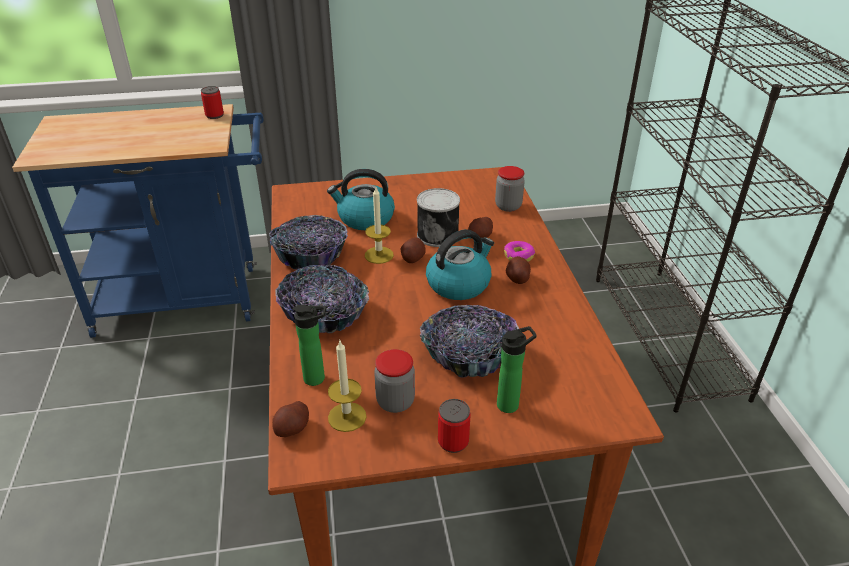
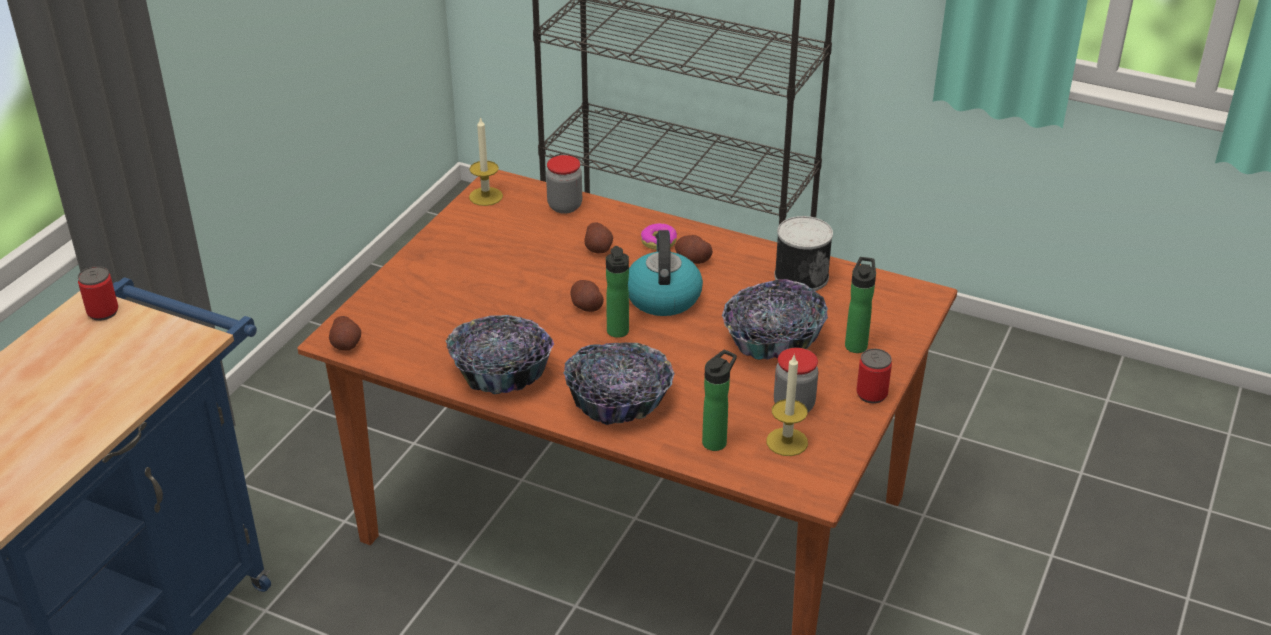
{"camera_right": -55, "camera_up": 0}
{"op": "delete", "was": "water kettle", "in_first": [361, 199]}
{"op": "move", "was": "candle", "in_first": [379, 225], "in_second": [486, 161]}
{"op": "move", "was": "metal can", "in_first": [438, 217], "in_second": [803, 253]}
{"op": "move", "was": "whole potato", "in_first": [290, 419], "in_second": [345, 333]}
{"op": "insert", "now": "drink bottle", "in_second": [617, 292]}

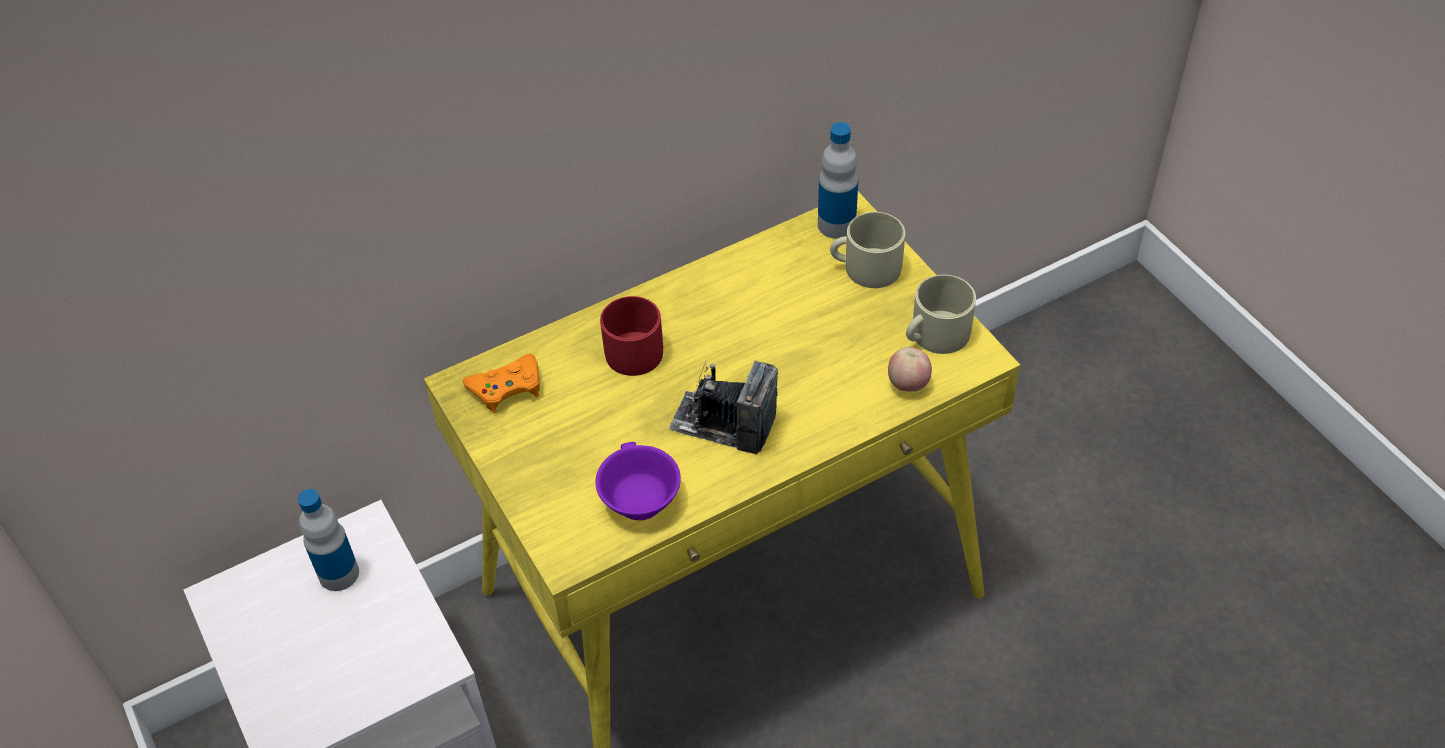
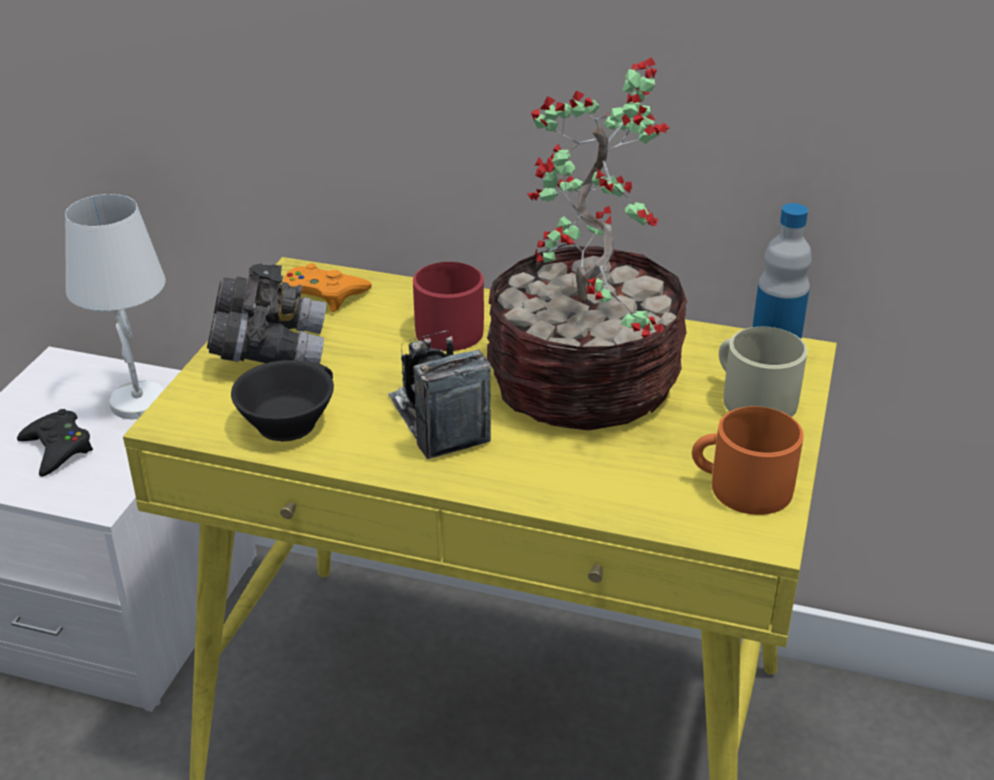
{"camera_right": 45, "camera_up": -15}
{"op": "recolor", "was": "tea mug/beige", "now": "tea mug/orange-coloured", "in_first": [941, 314], "in_second": [748, 460]}
{"op": "delete", "was": "apple fruit", "in_first": [910, 369]}
{"op": "recolor", "was": "small cup/purplish", "now": "small cup/black-coloured", "in_first": [638, 481], "in_second": [282, 400]}
{"op": "replace", "was": "drink bottle", "now": "table lamp/white", "in_first": [328, 540], "in_second": [115, 306]}
{"op": "insert", "now": "potted plant", "in_second": [587, 243]}
{"op": "insert", "now": "pair of binoculars/gray", "in_second": [266, 313]}
{"op": "insert", "now": "game controller/black-coloured", "in_second": [55, 443]}

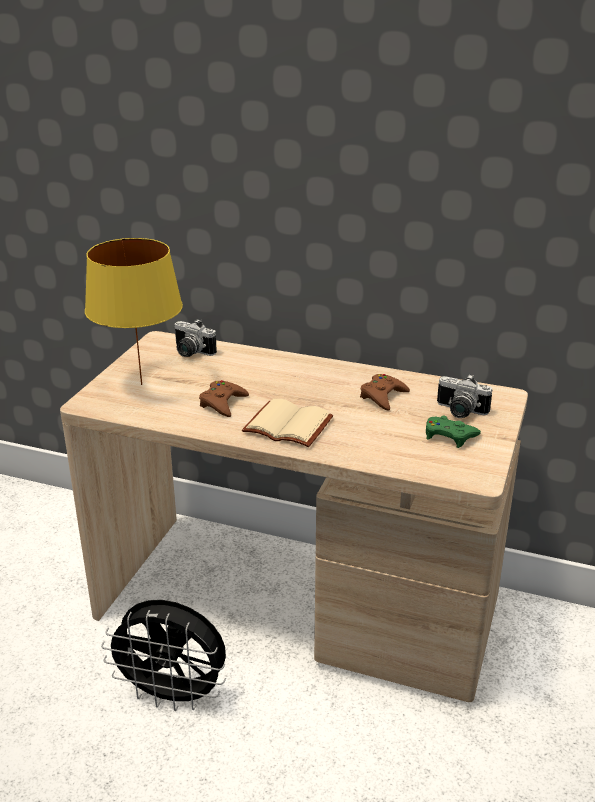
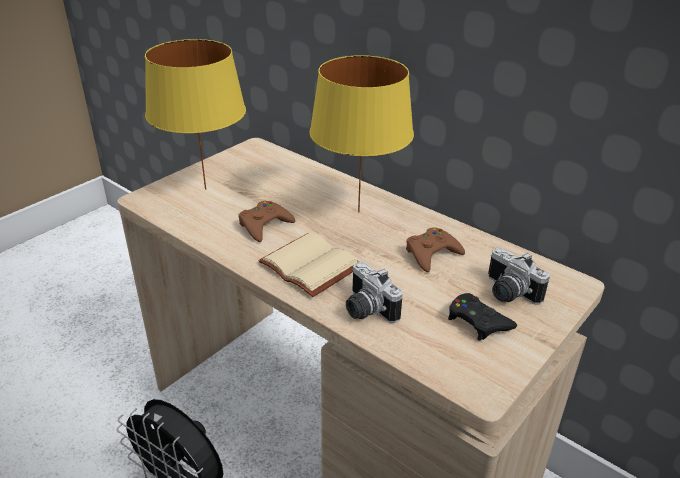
{"camera_right": 20, "camera_up": 5}
{"op": "move", "was": "photo camera", "in_first": [195, 338], "in_second": [374, 292]}
{"op": "recolor", "was": "game controller/green-coloured", "now": "game controller/black-coloured", "in_first": [453, 432], "in_second": [482, 317]}
{"op": "insert", "now": "table lamp/yellow", "in_second": [361, 133]}

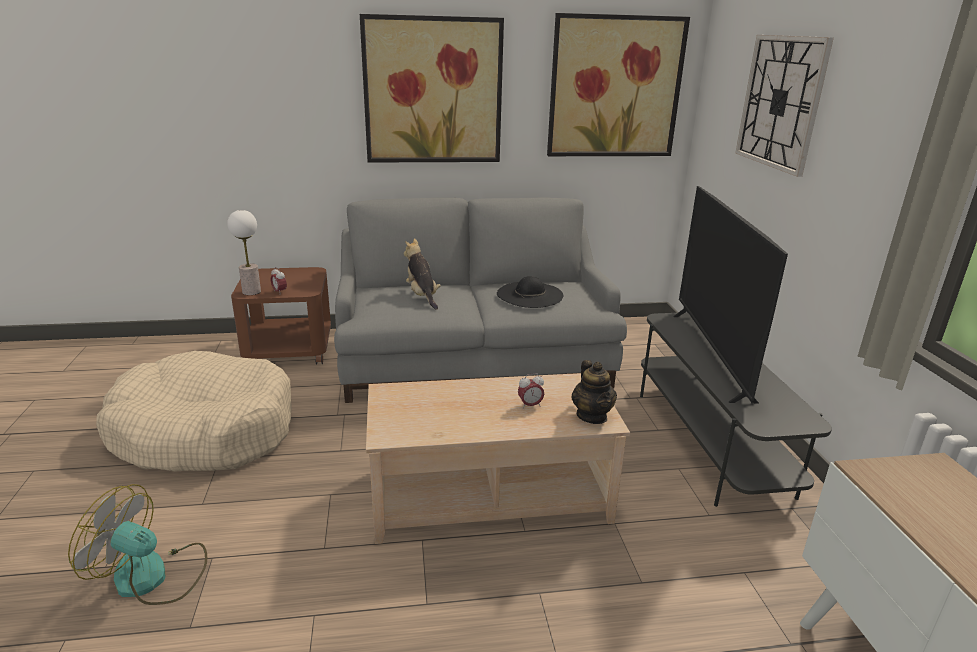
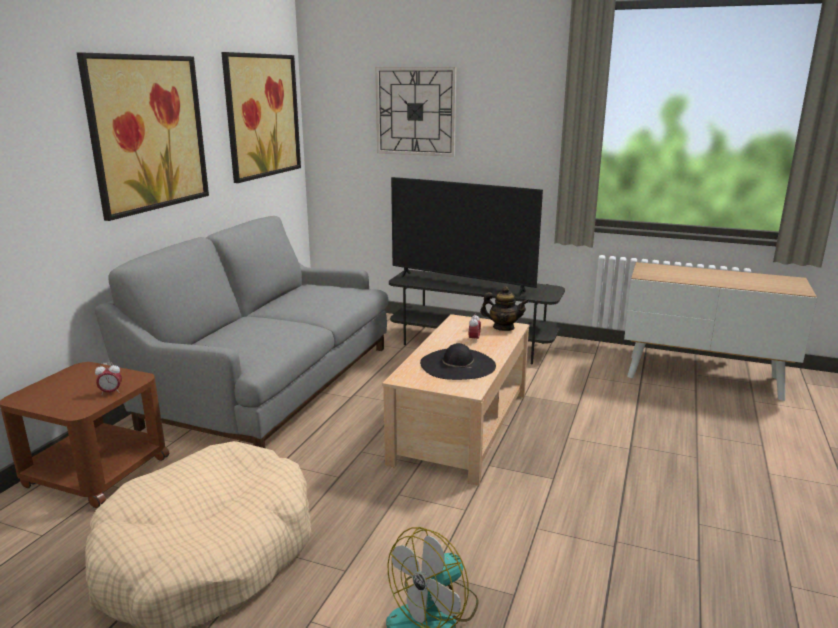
{"camera_right": -60, "camera_up": -5}
{"op": "delete", "was": "table lamp", "in_first": [244, 252]}
{"op": "delete", "was": "cuddly toy", "in_first": [422, 274]}
{"op": "move", "was": "hat/black-coloured", "in_first": [530, 292], "in_second": [458, 361]}

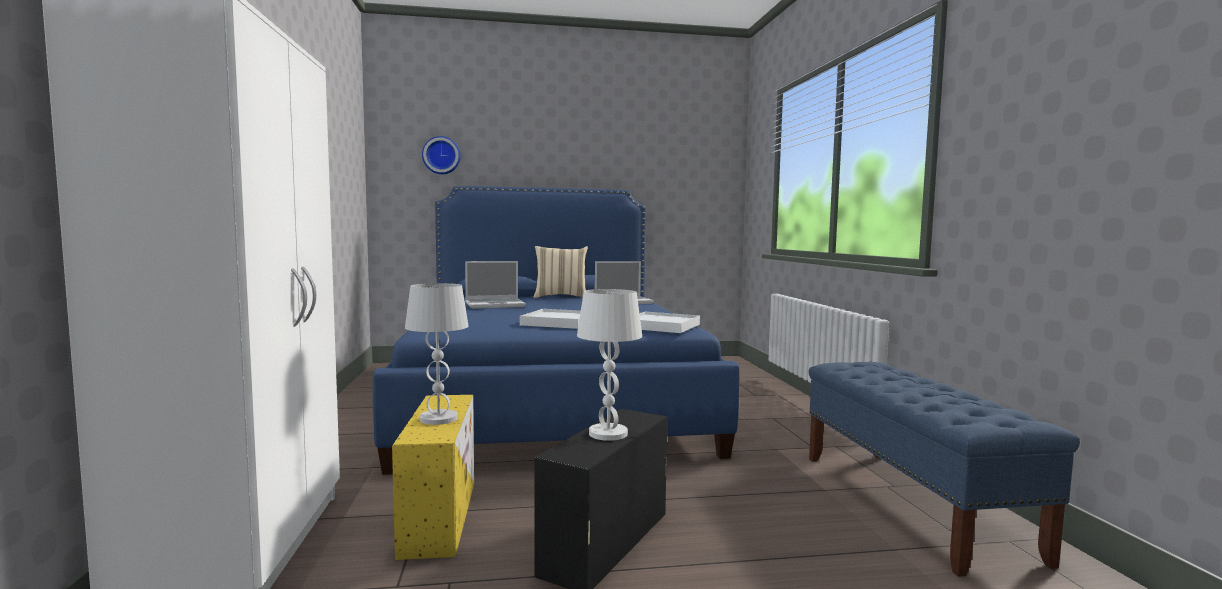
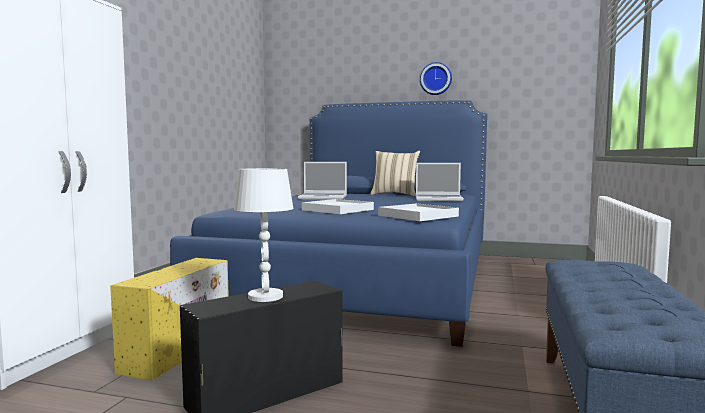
{"camera_right": 25, "camera_up": 0}
{"op": "move", "was": "hanging clock", "in_first": [441, 155], "in_second": [436, 78]}
{"op": "delete", "was": "table lamp/white", "in_first": [437, 354]}

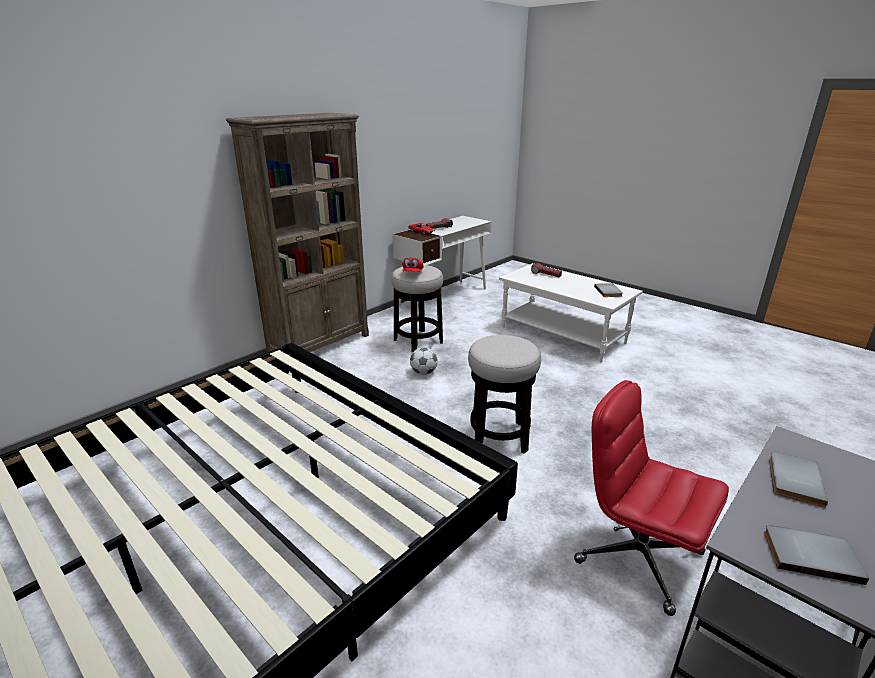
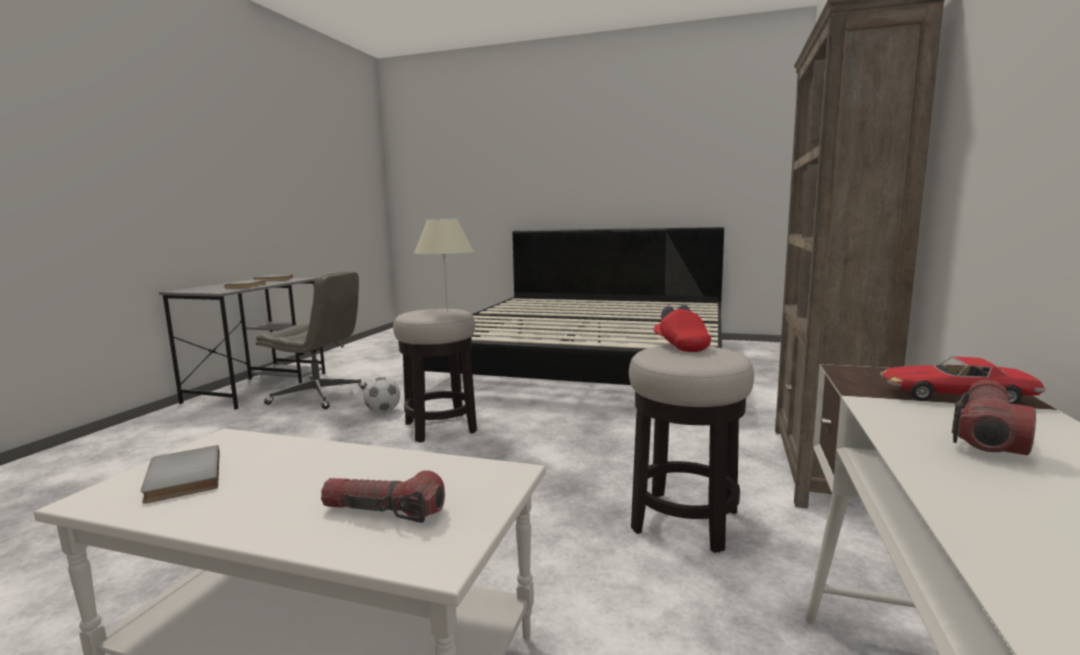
{"camera_right": 155, "camera_up": -15}
{"op": "move", "was": "football", "in_first": [424, 361], "in_second": [381, 395]}
{"op": "recolor", "was": "desk chair/reddish", "now": "desk chair/gray", "in_first": [651, 498], "in_second": [311, 340]}
{"op": "insert", "now": "table lamp/beige", "in_second": [444, 265]}

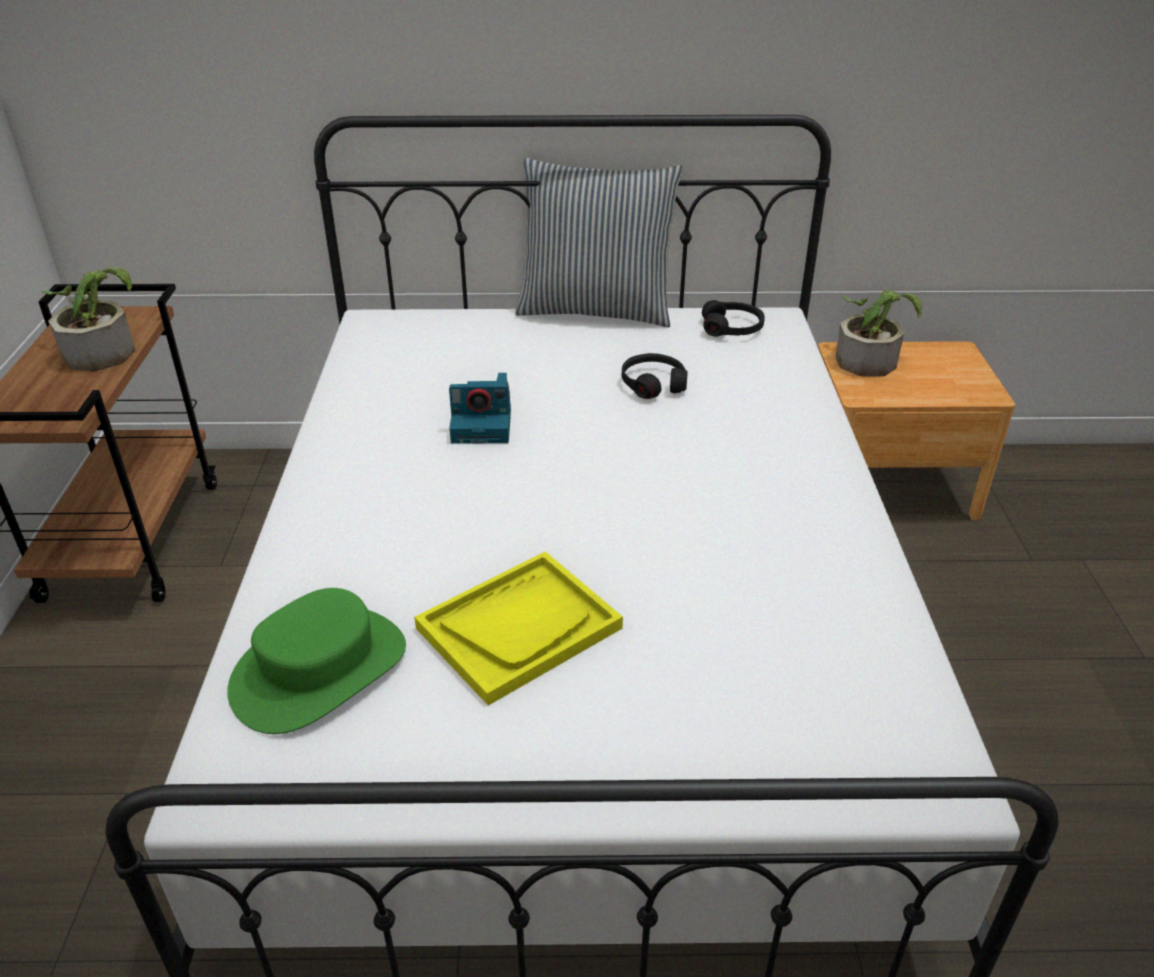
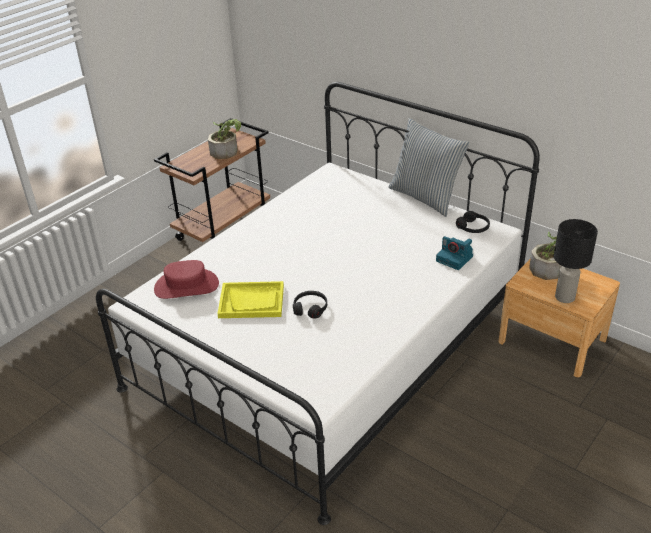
{"camera_right": 40, "camera_up": 0}
{"op": "move", "was": "pair of headphones/black-coloured", "in_first": [655, 376], "in_second": [310, 305]}
{"op": "move", "was": "photo camera", "in_first": [480, 408], "in_second": [454, 253]}
{"op": "recolor", "was": "hat/green-coloured", "now": "hat/reddish", "in_first": [316, 661], "in_second": [186, 279]}
{"op": "insert", "now": "table lamp/black-coloured", "in_second": [576, 261]}

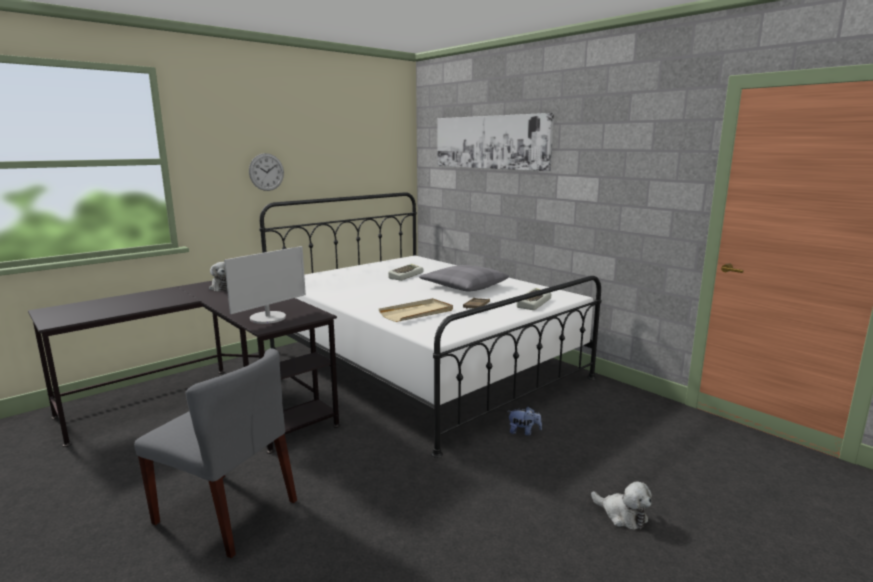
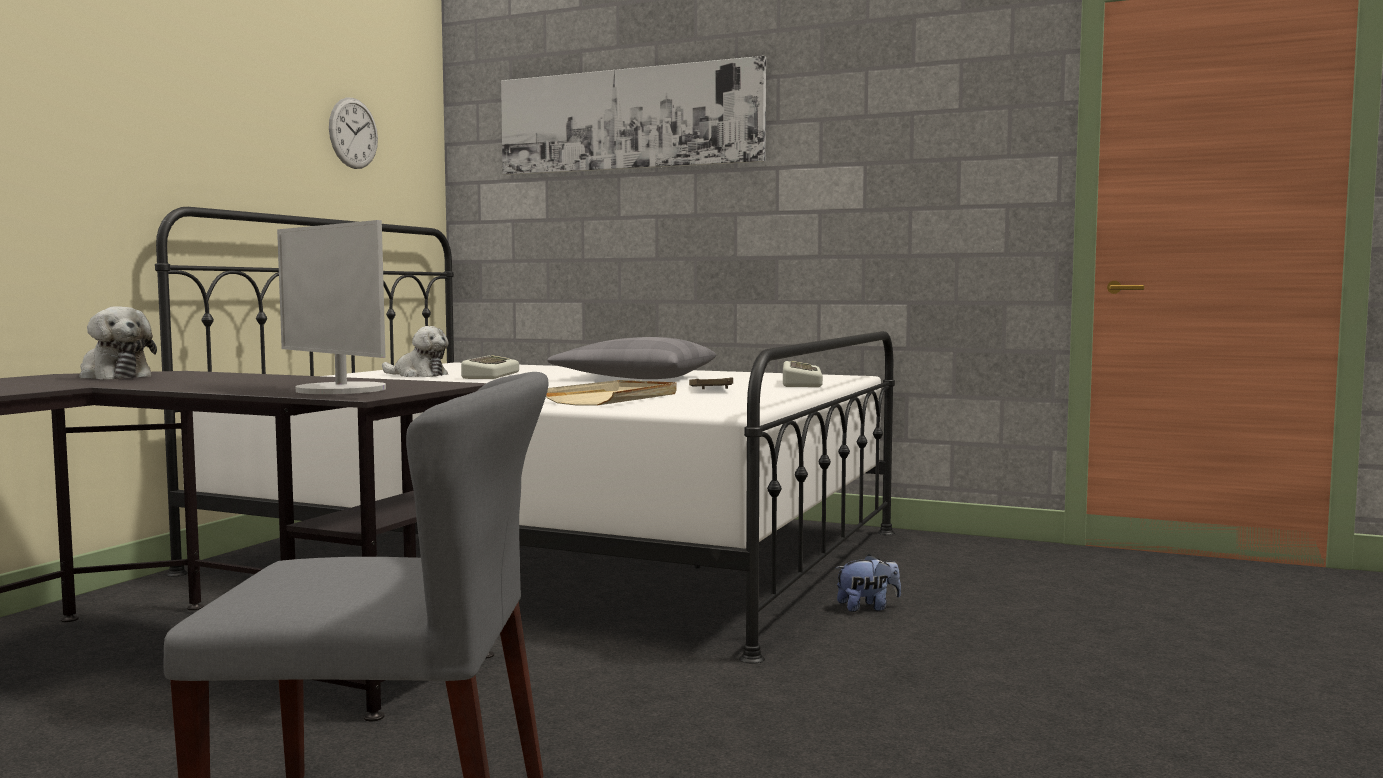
{"camera_right": -25, "camera_up": -10}
{"op": "move", "was": "hanging clock", "in_first": [266, 172], "in_second": [353, 133]}
{"op": "rotate", "was": "monitor", "in_first": [265, 285], "in_second": [331, 307], "clockwise": 120}
{"op": "move", "was": "cuddly toy", "in_first": [621, 505], "in_second": [415, 351]}

